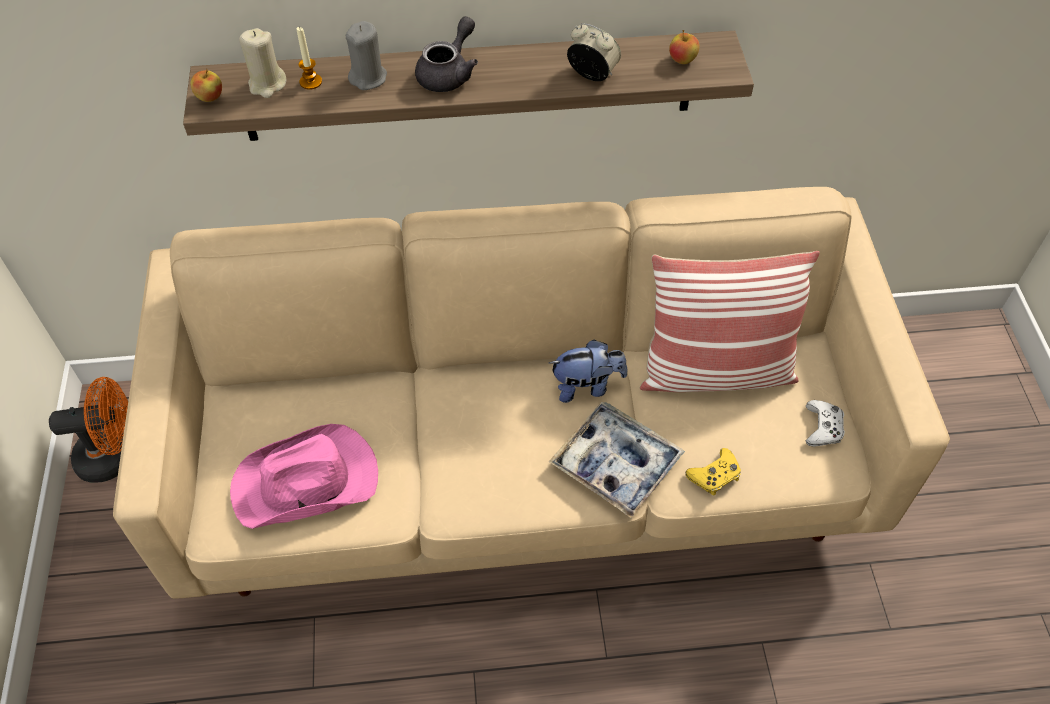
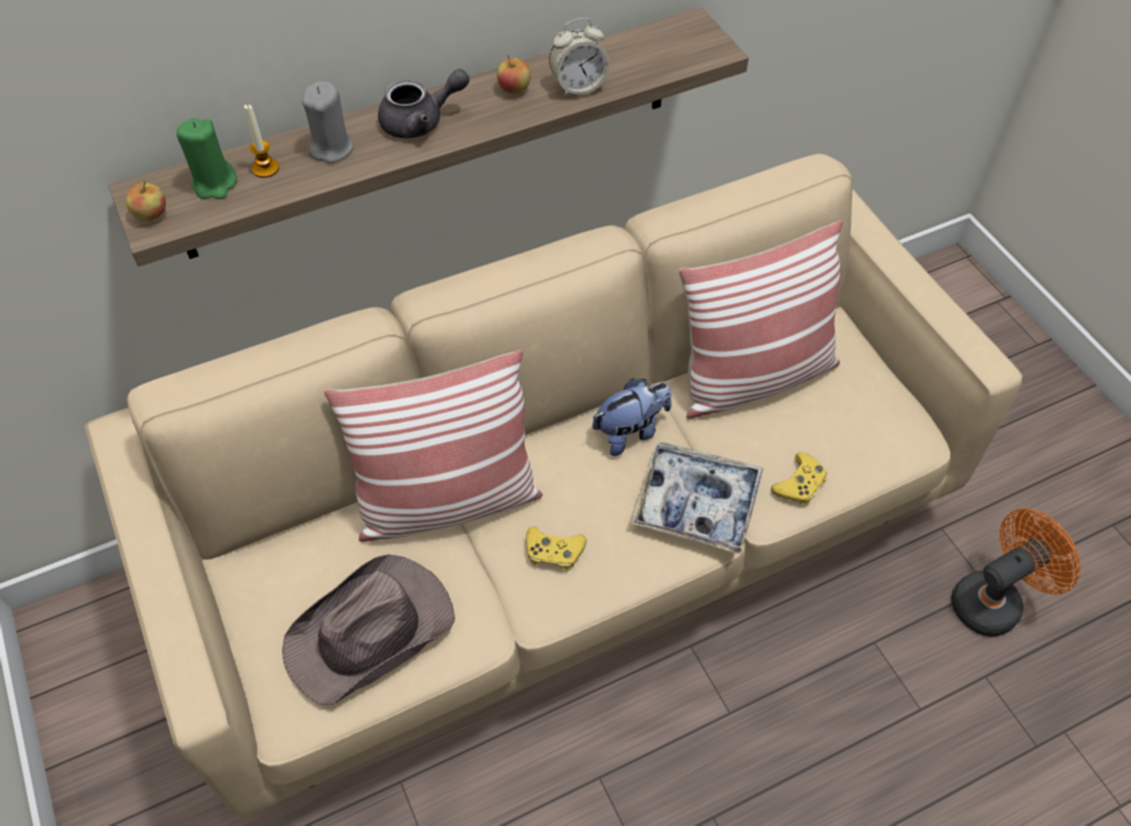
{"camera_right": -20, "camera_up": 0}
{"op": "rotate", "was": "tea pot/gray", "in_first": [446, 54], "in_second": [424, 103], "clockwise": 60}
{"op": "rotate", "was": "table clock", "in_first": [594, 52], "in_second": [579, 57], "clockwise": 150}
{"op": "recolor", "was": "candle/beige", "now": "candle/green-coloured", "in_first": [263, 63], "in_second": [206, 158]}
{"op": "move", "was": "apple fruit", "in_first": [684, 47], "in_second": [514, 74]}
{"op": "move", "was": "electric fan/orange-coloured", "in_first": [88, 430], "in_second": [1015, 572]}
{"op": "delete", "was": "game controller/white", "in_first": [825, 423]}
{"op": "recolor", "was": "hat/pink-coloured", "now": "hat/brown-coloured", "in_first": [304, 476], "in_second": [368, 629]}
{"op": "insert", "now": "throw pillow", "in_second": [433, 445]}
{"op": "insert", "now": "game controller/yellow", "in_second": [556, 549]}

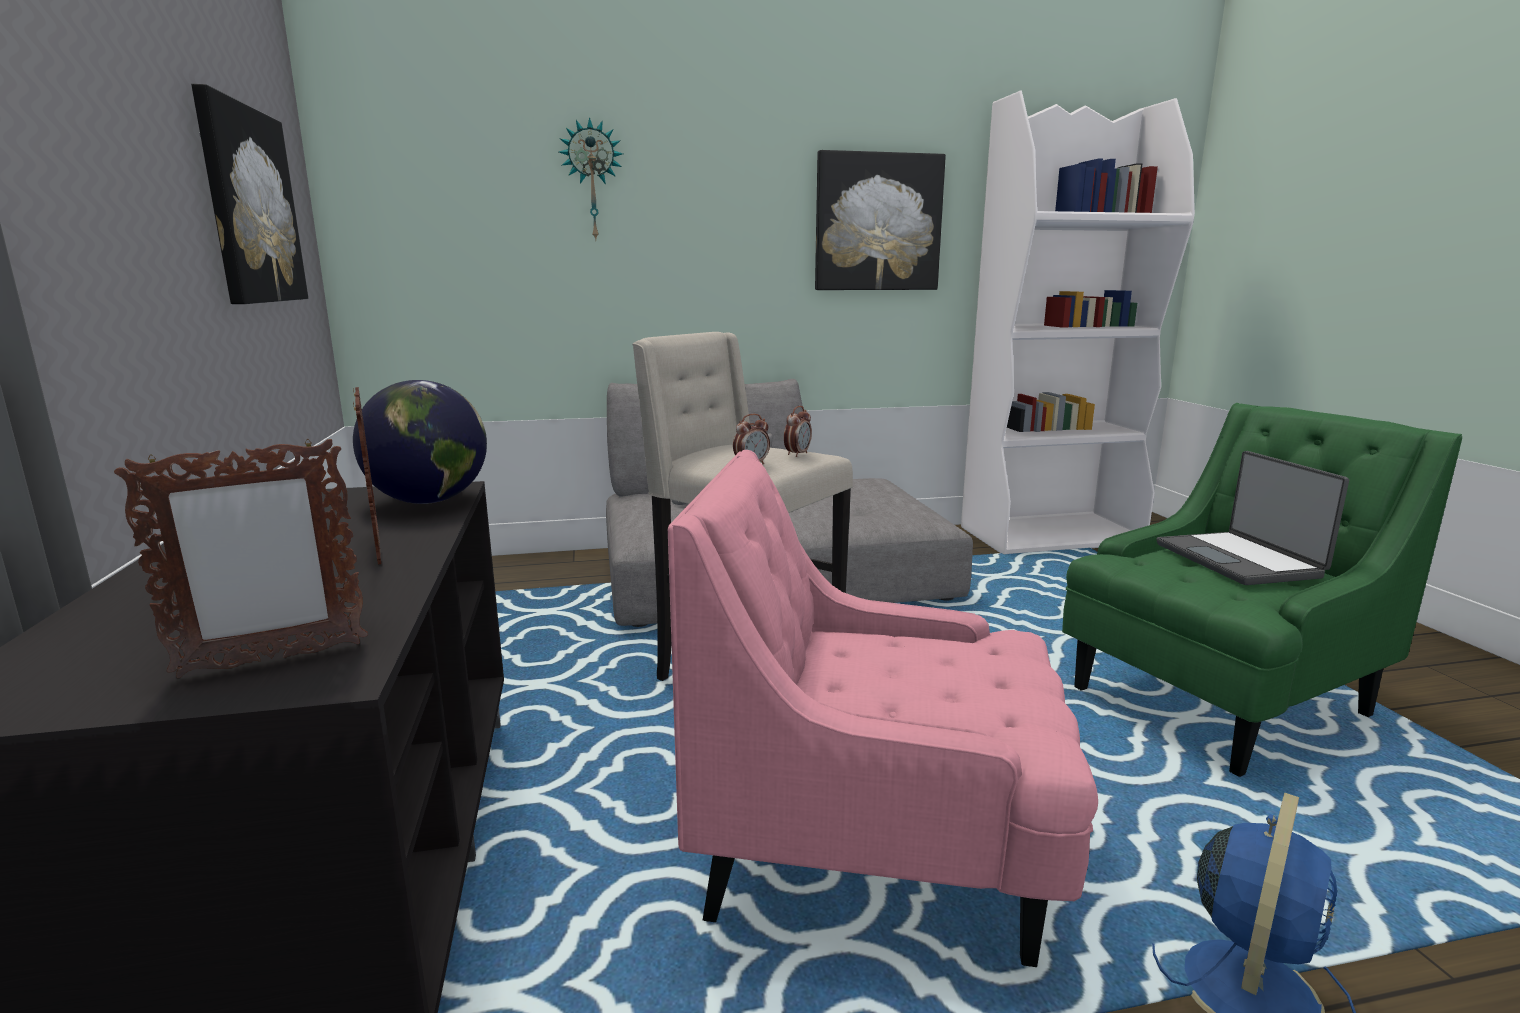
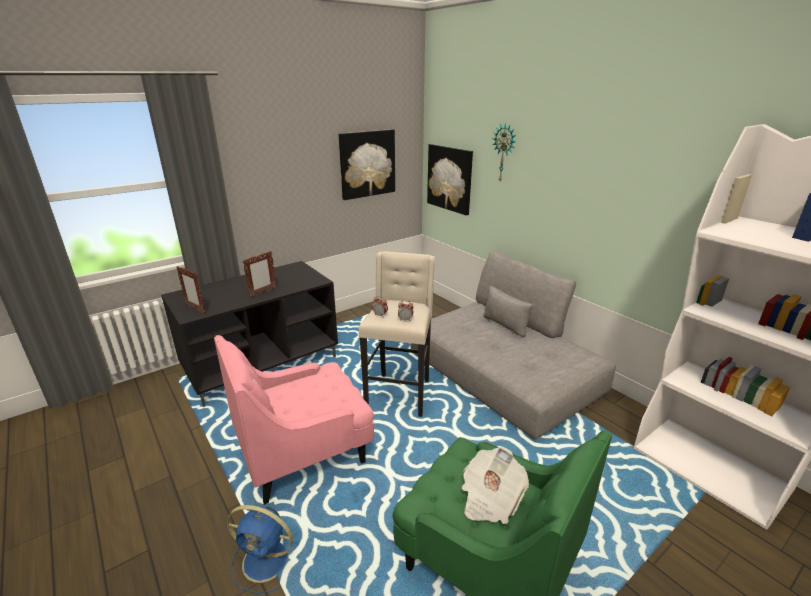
{"camera_right": 65, "camera_up": 10}
{"op": "move", "was": "picture", "in_first": [880, 220], "in_second": [450, 179]}
{"op": "delete", "was": "globe", "in_first": [420, 442]}
{"op": "rotate", "was": "armchair/pink-coloured", "in_first": [883, 708], "in_second": [294, 420], "clockwise": -105}
{"op": "replace", "was": "portable computer", "now": "printed paper", "in_first": [1253, 518], "in_second": [495, 485]}

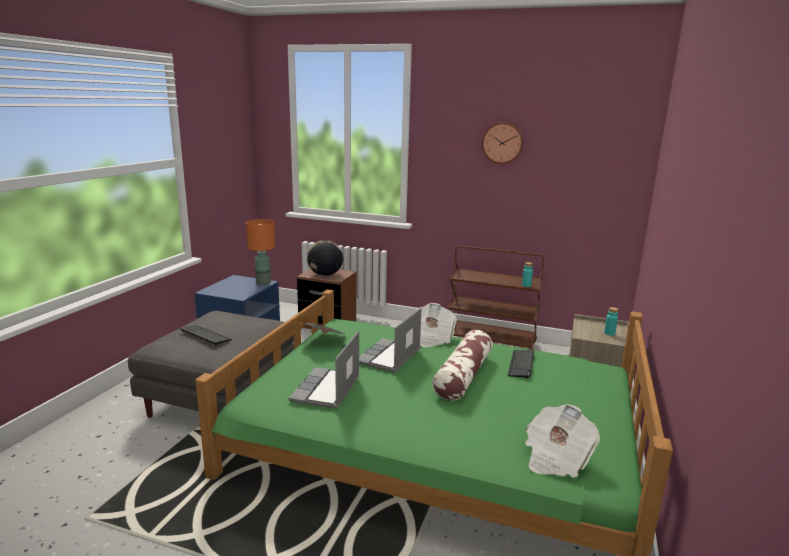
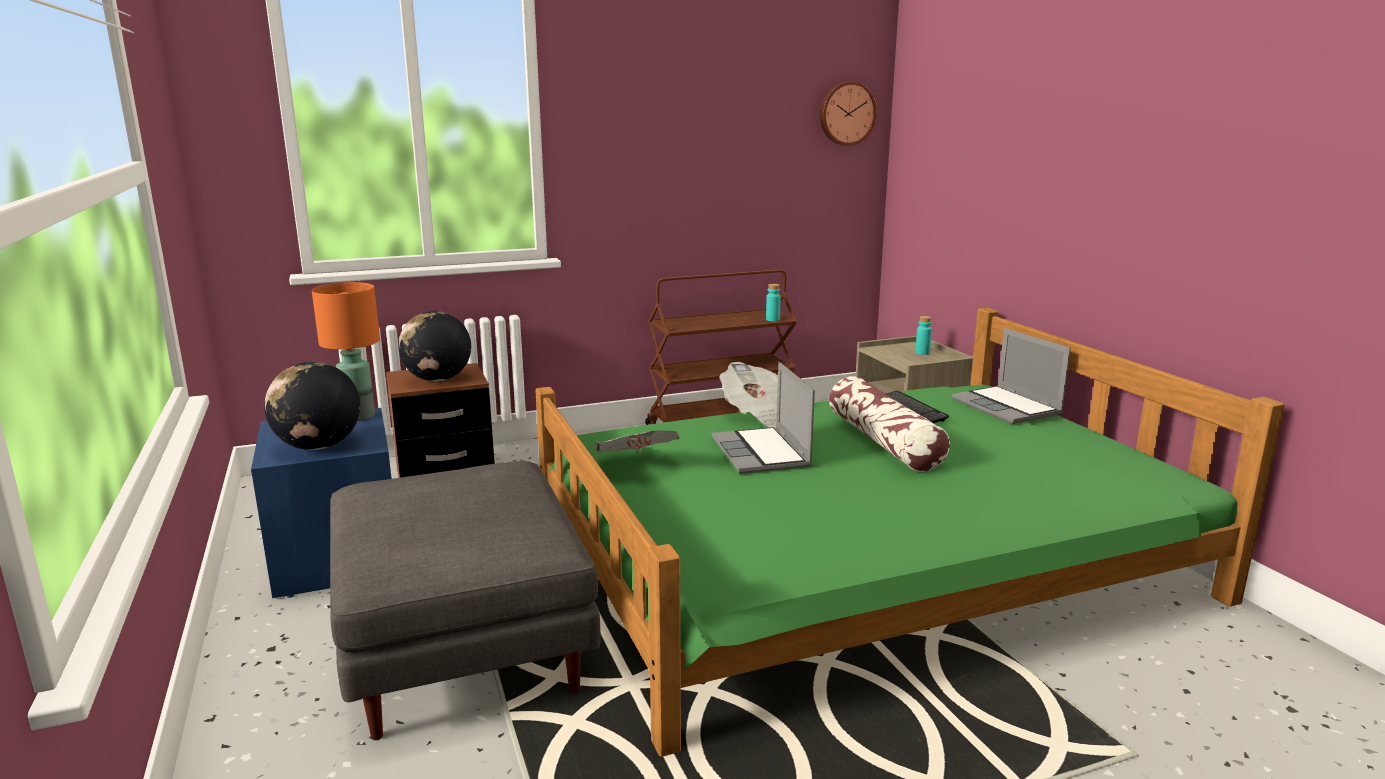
{"camera_right": -40, "camera_up": 0}
{"op": "move", "was": "hanging clock", "in_first": [503, 143], "in_second": [848, 114]}
{"op": "delete", "was": "PC keyboard", "in_first": [206, 335]}
{"op": "move", "was": "portable computer", "in_first": [324, 370], "in_second": [1011, 376]}
{"op": "delete", "was": "printed paper", "in_first": [562, 440]}
{"op": "insert", "now": "globe", "in_second": [312, 406]}

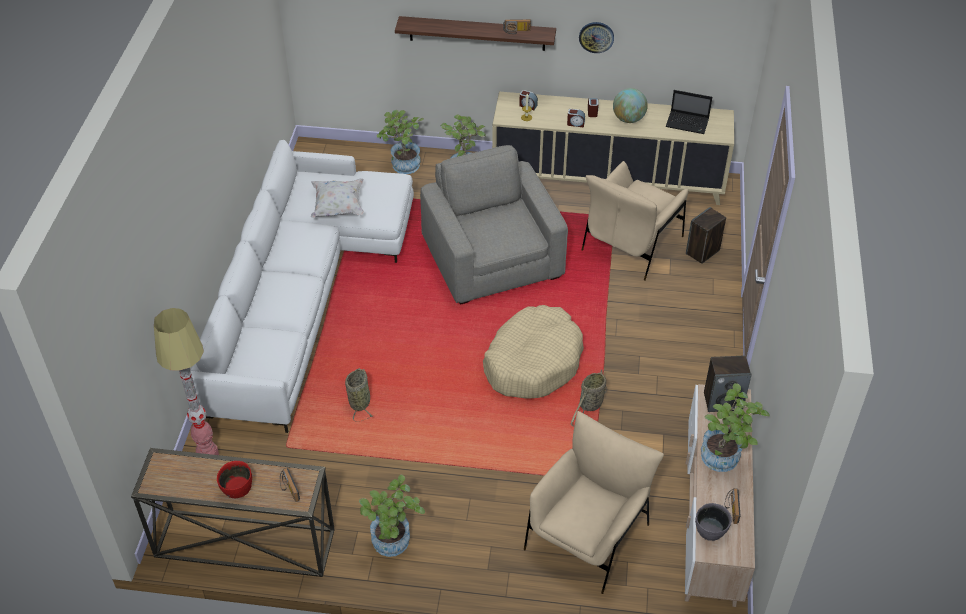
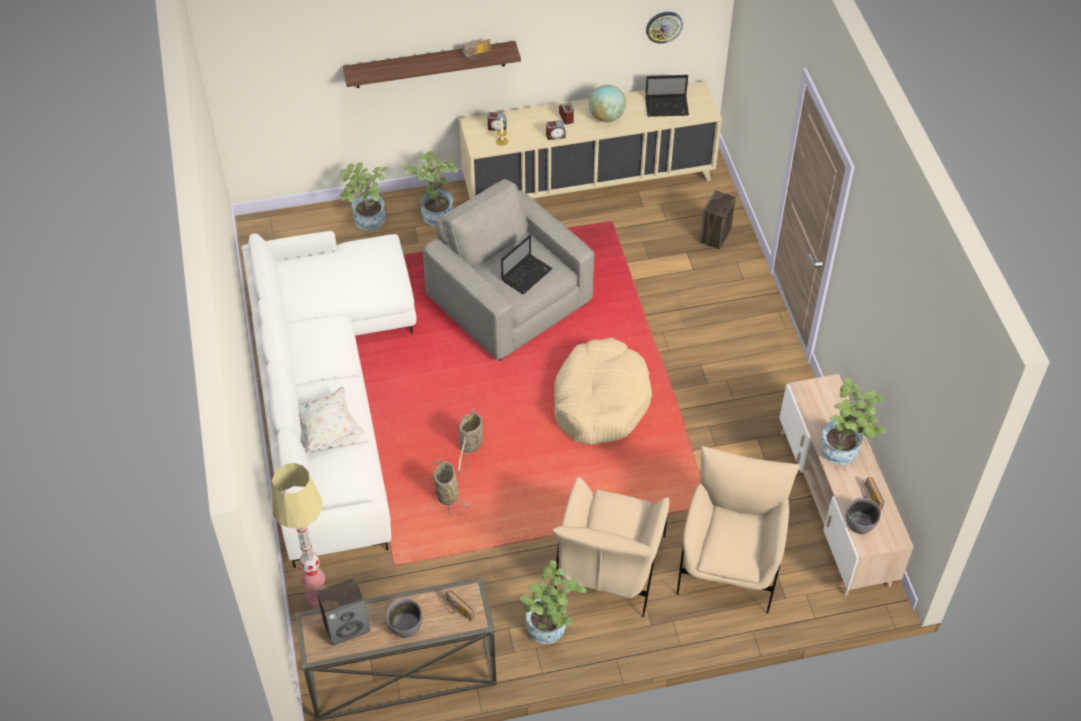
{"camera_right": -20, "camera_up": 5}
{"op": "move", "was": "hanging clock", "in_first": [596, 37], "in_second": [664, 27]}
{"op": "move", "was": "armchair/beige", "in_first": [635, 221], "in_second": [611, 547]}
{"op": "move", "was": "throw pillow/white", "in_first": [337, 198], "in_second": [331, 421]}
{"op": "move", "was": "audio speaker", "in_first": [727, 383], "in_second": [343, 611]}
{"op": "move", "was": "storage basket", "in_first": [589, 398], "in_second": [470, 441]}
{"op": "recolor", "was": "bowl/reddish", "now": "bowl/gray", "in_first": [234, 479], "in_second": [404, 618]}
{"op": "insert", "now": "portable computer", "in_second": [527, 264]}

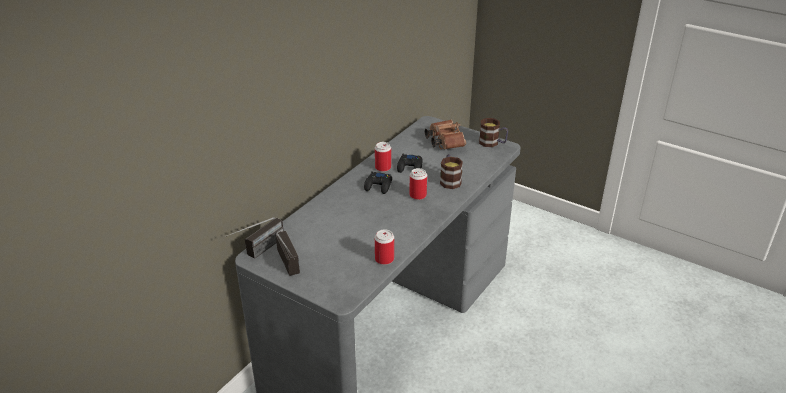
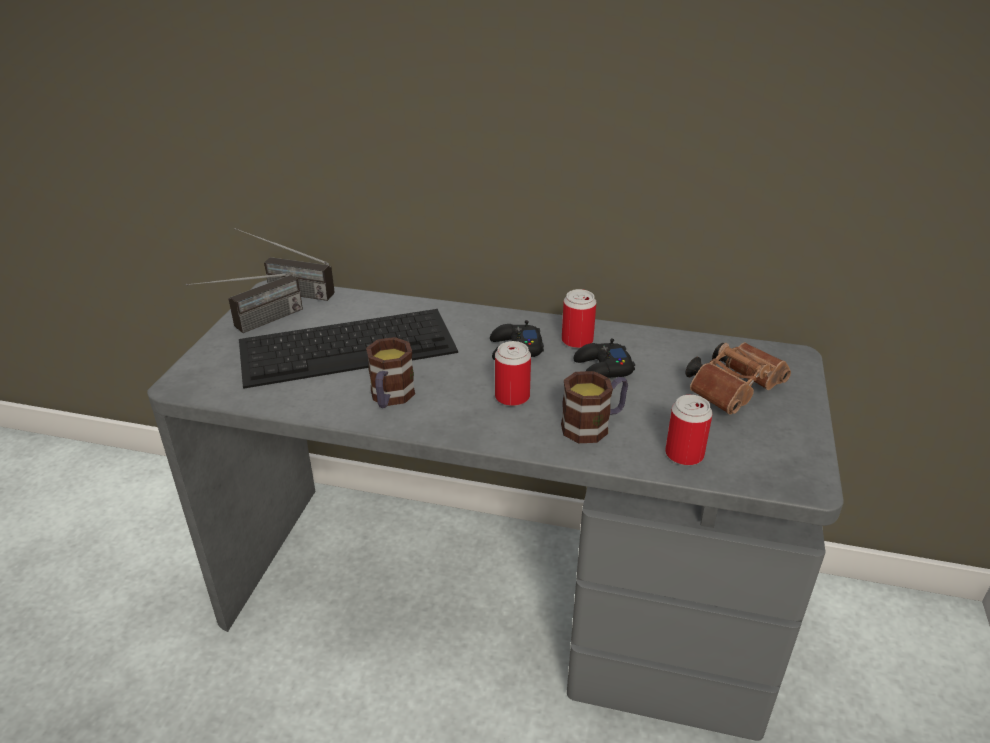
{"camera_right": 70, "camera_up": 0}
{"op": "move", "was": "tea mug", "in_first": [493, 132], "in_second": [390, 372]}
{"op": "move", "was": "metal can", "in_first": [384, 247], "in_second": [689, 430]}
{"op": "insert", "now": "PC keyboard", "in_second": [348, 349]}

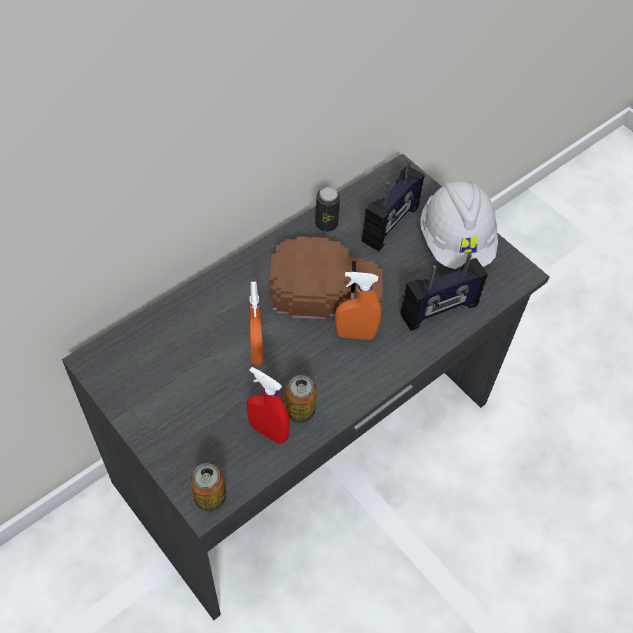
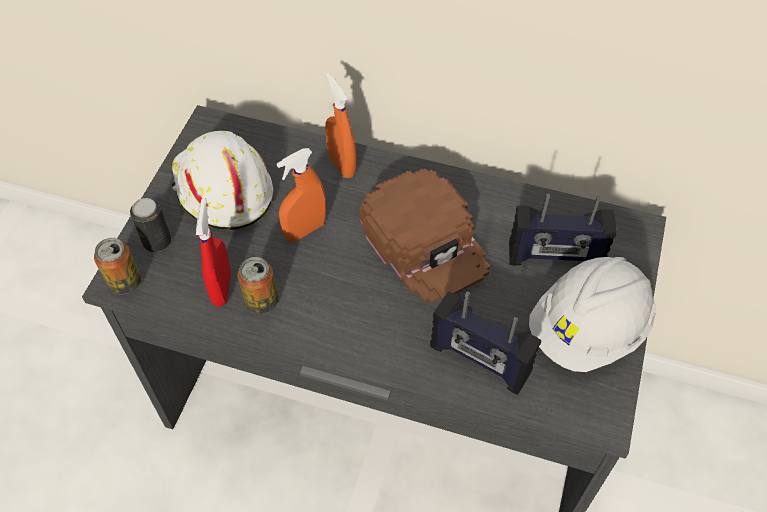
{"camera_right": 60, "camera_up": 0}
{"op": "move", "was": "metal can", "in_first": [327, 209], "in_second": [150, 225]}
{"op": "move", "was": "hand sprayer/orange-coloured", "in_first": [358, 306], "in_second": [341, 125]}
{"op": "insert", "now": "work helmet/white", "in_second": [222, 180]}

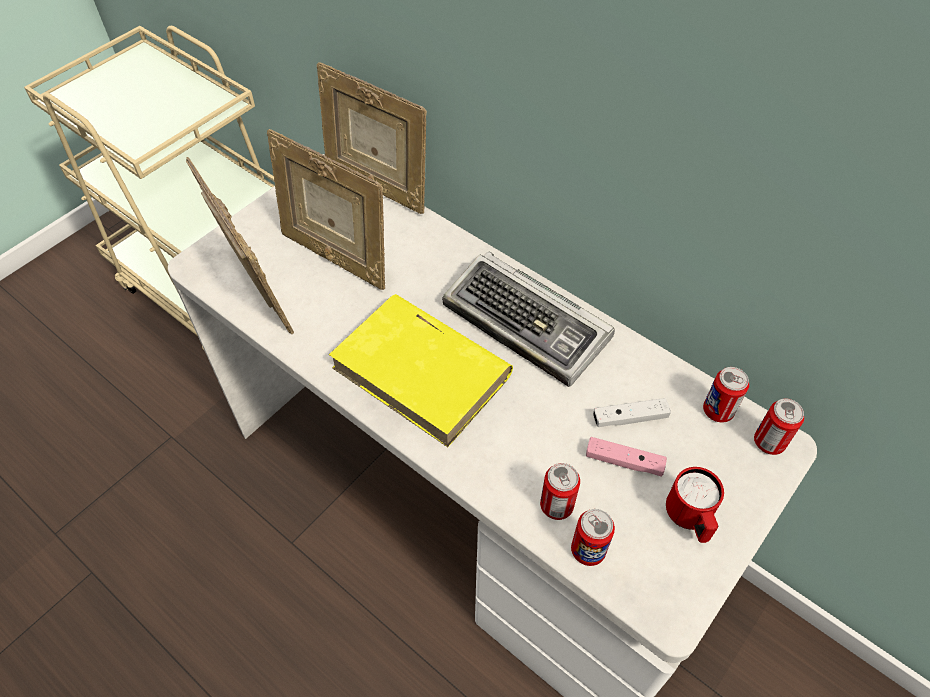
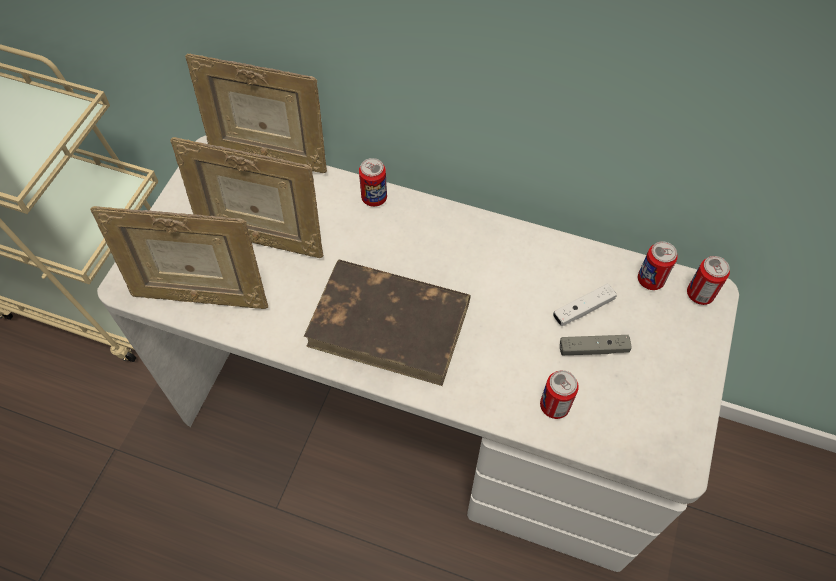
{"camera_right": -20, "camera_up": 5}
{"op": "rotate", "was": "standing frame", "in_first": [240, 245], "in_second": [179, 257], "clockwise": 150}
{"op": "delete", "was": "PC keyboard", "in_first": [528, 319]}
{"op": "recolor", "was": "bound book/yellow", "now": "bound book/brown-coloured", "in_first": [421, 370], "in_second": [387, 323]}
{"op": "recolor", "was": "game controller/pink-coloured", "now": "game controller/gray", "in_first": [626, 457], "in_second": [596, 345]}
{"op": "delete", "was": "tea mug/reddish", "in_first": [695, 505]}
{"op": "move", "was": "metal can", "in_first": [593, 537], "in_second": [373, 182]}

